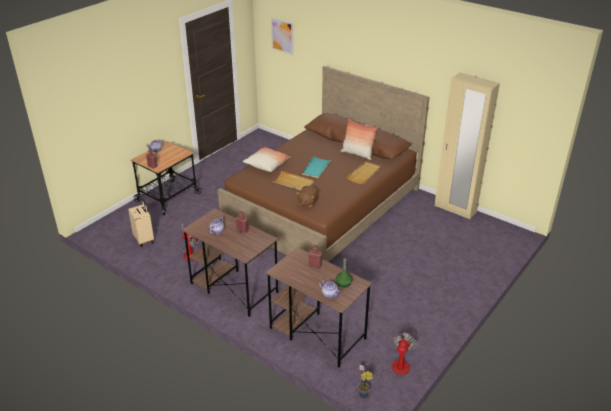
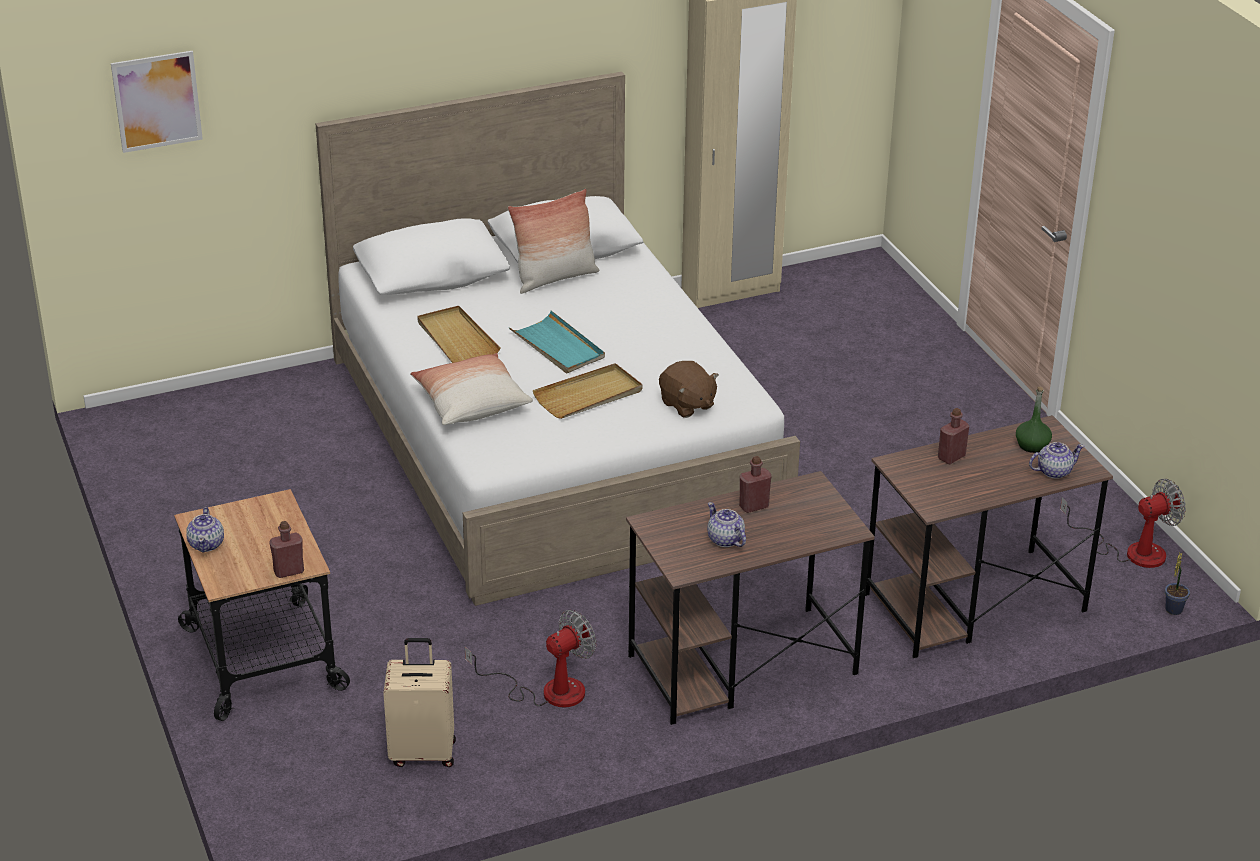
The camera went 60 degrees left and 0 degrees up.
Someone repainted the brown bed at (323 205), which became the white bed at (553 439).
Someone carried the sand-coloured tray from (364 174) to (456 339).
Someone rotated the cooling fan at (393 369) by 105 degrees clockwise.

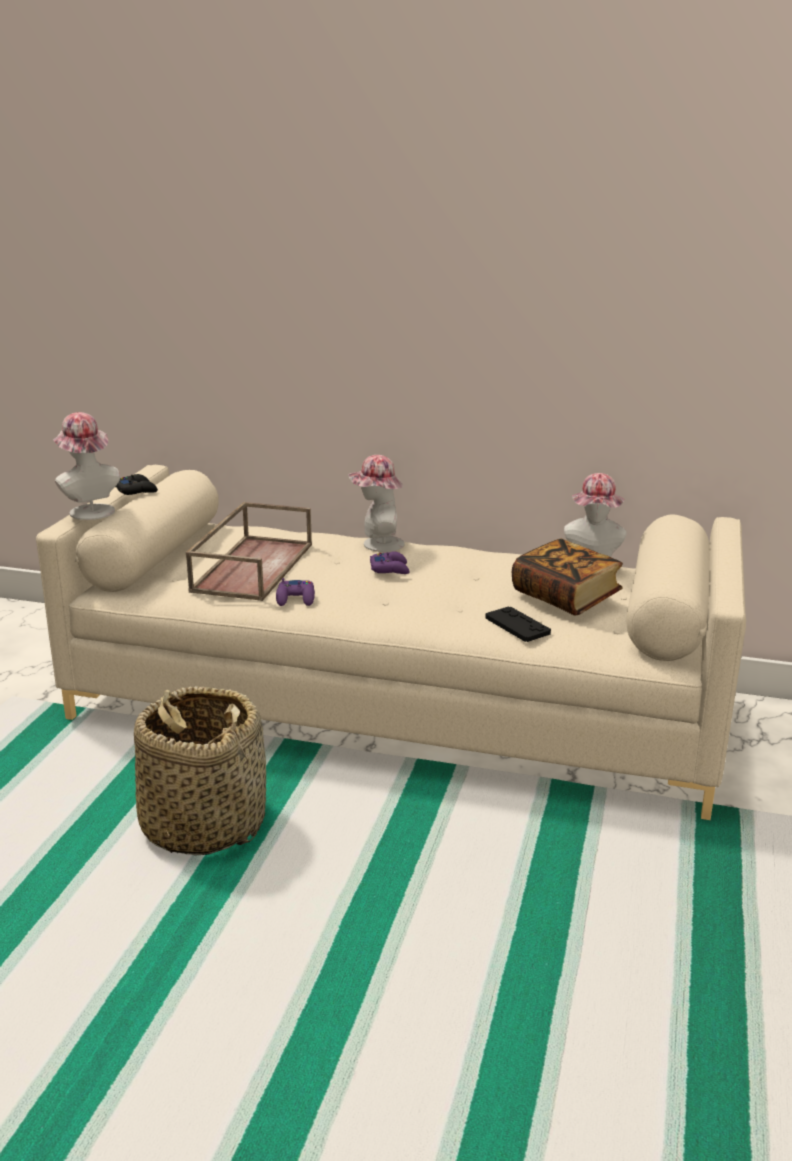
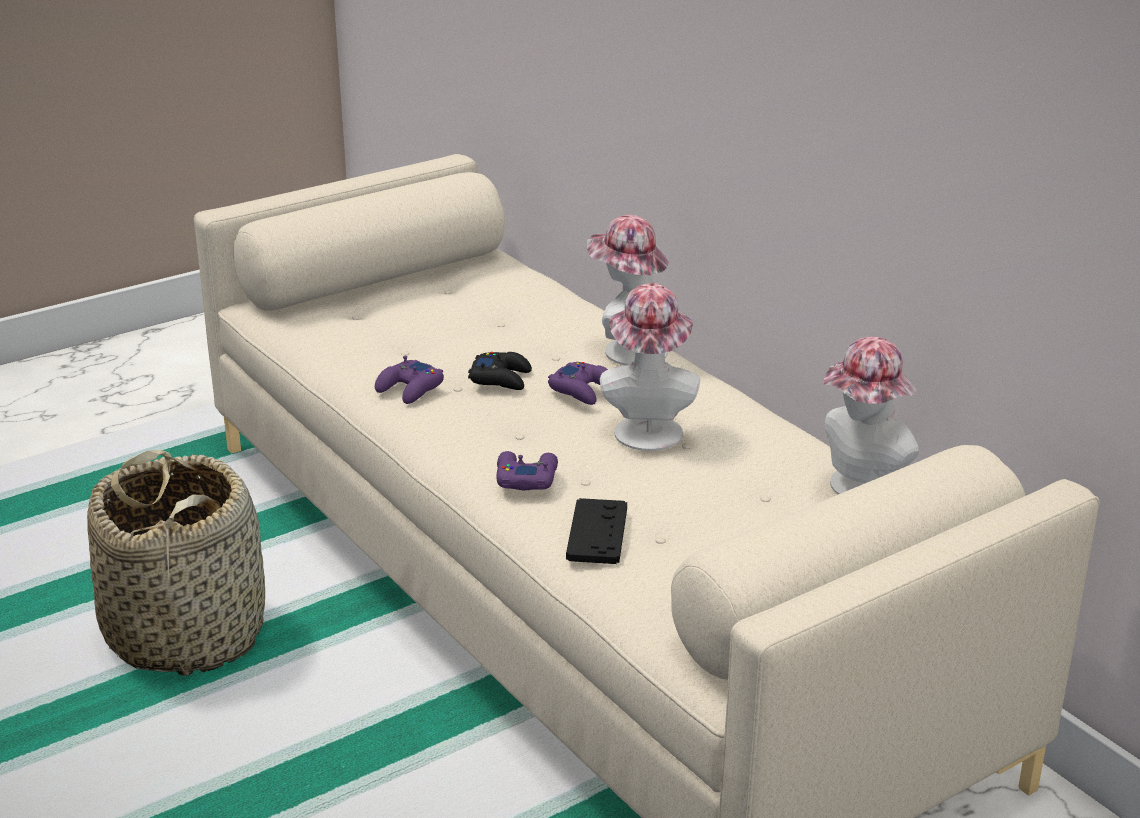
The camera went 40 degrees right and 5 degrees up.
Someone carried the clothing hat from (89 510) to (648 428).
Someone carried the blackish game controller from (136 490) to (501 378).
Someone took away the brown tray at (252 566).
Someone took away the volume at (565 597).
Someone put down the purplish game controller at (526 478).

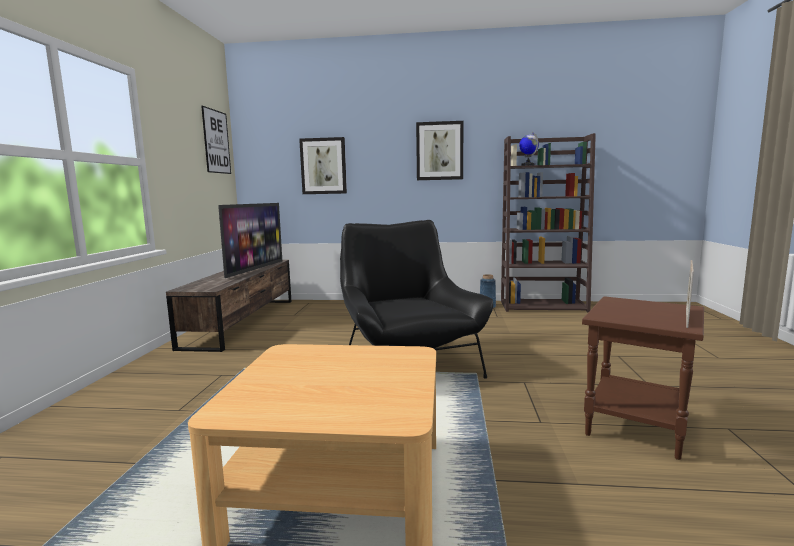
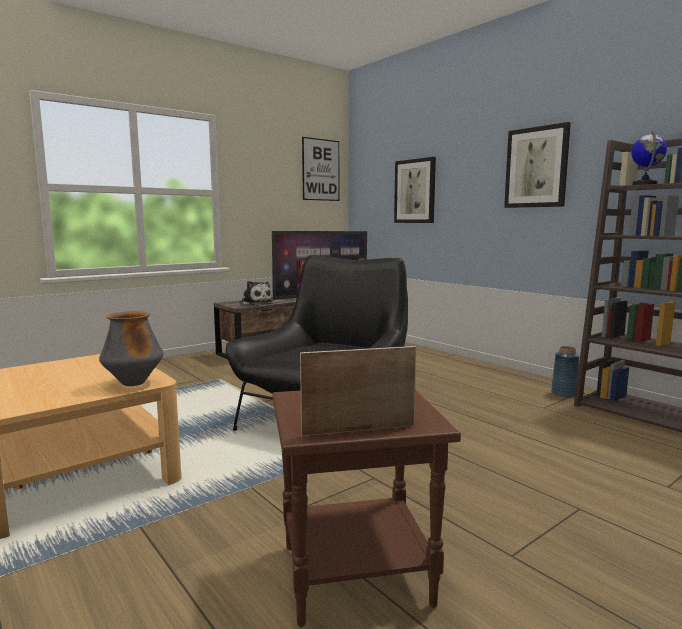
The camera went 45 degrees right and 0 degrees up.
Someone put down the soft toy at (254 303).
Someone put down the flower vase at (134 383).

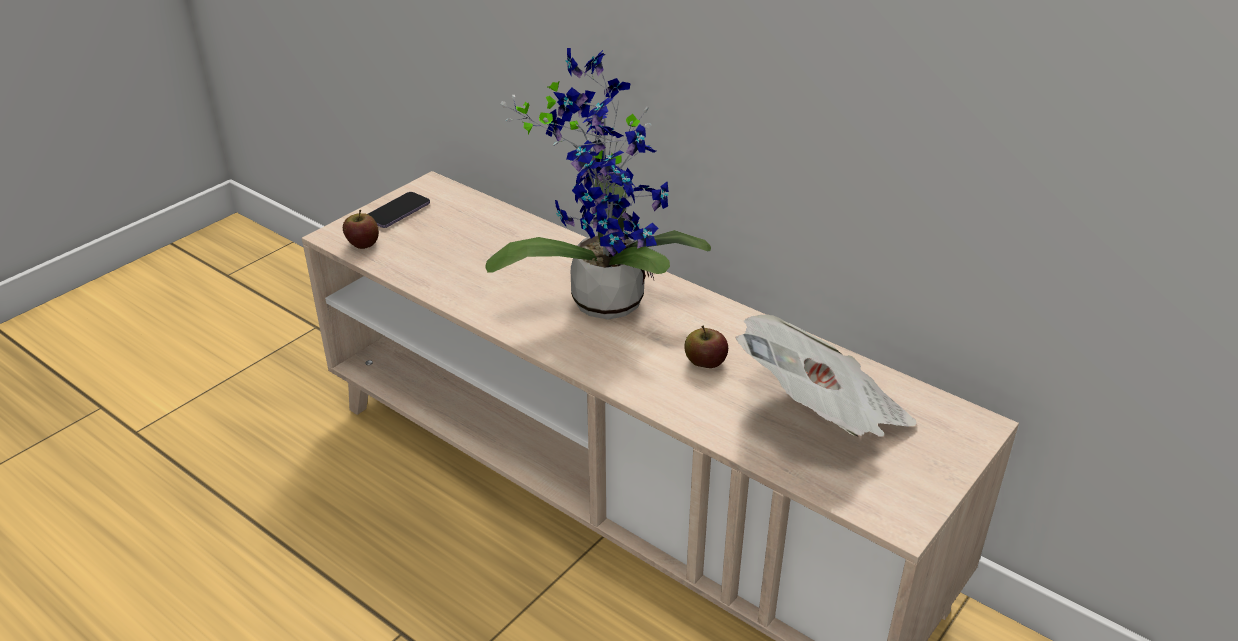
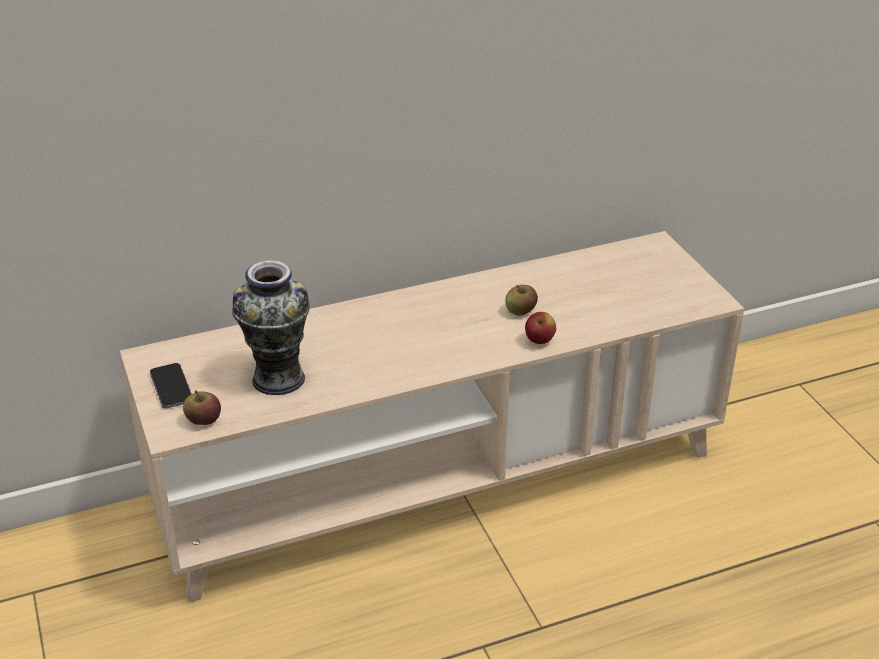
The camera went 60 degrees left and 0 degrees up.
Someone took away the potted plant at (603 296).
Someone took away the printed paper at (822 414).
Someone put down the flower vase at (278 379).
Someone put down the apple fruit at (539 341).

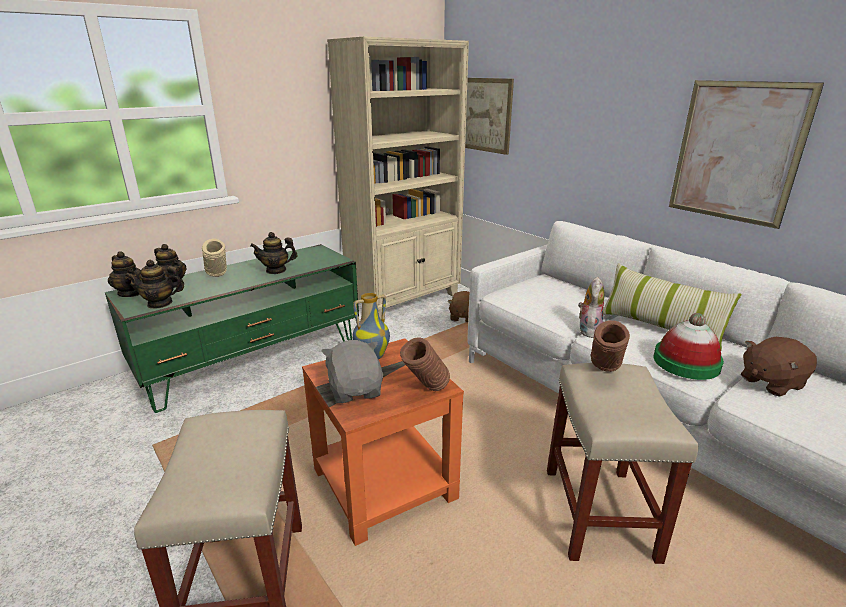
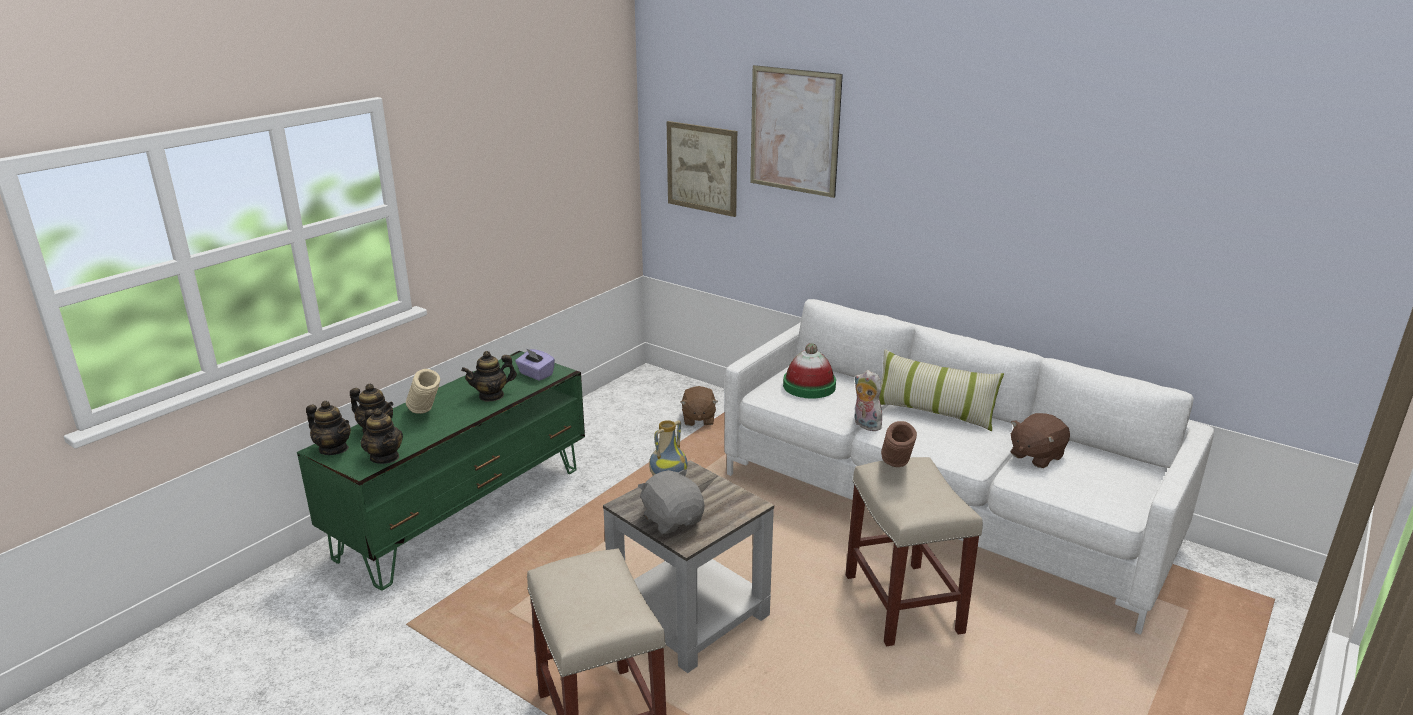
The camera went 15 degrees left and 0 degrees up.
Someone took away the sand-coloured shelving unit at (405 300).
Someone carried the wall picture from (736 152) to (794 131).
Someone rotated the teapot at (160 303) by 105 degrees counterclockwise.
Someone rotated the soft toy at (588 330) by 45 degrees counterclockwise.
Someone carried the clothing hat from (686 362) to (809 386).
Someone took away the brown flower vase at (426 391).
Someone repainted the orange-coloured side table at (383 486), which became the greyish side table at (689 617).
Someone put down the purplish tissue holder at (536 374).

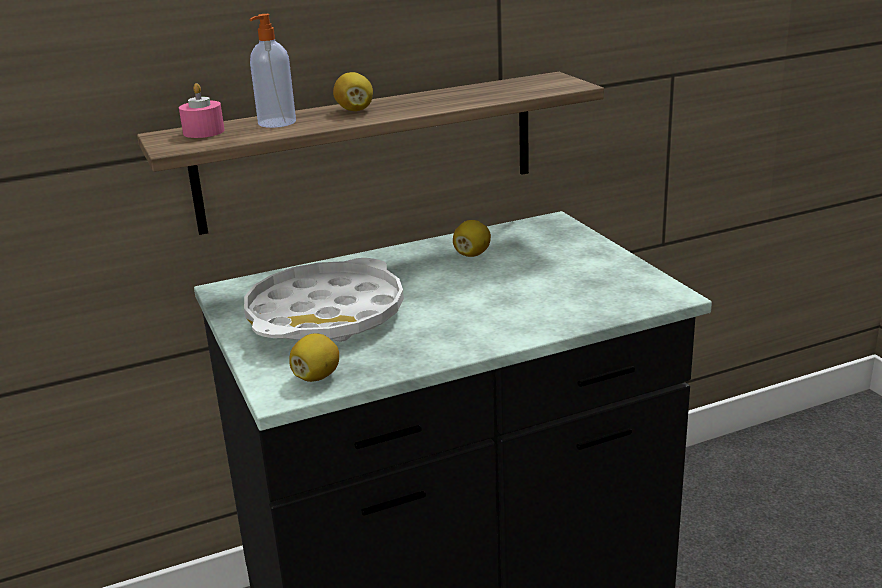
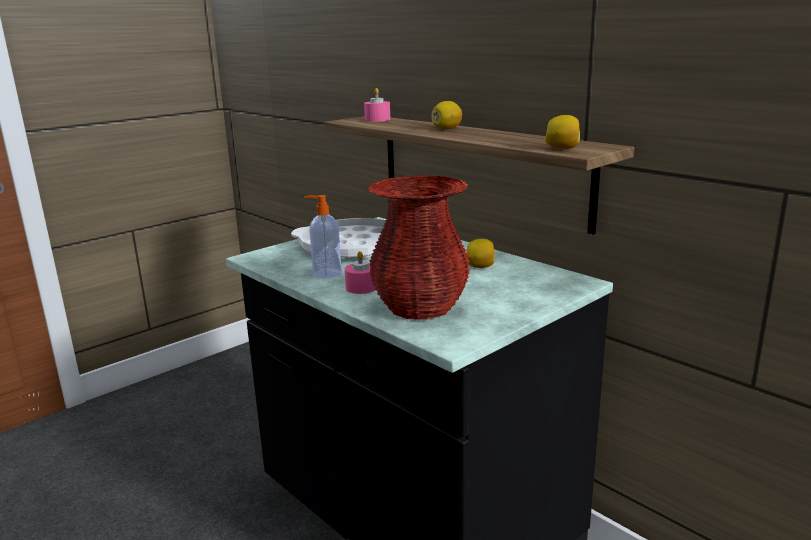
The camera went 70 degrees right and 5 degrees down.
Someone carried the soap bottle from (276 123) to (326 273).
Someone carried the whole lemon from (317 376) to (562 148).
Someone put down the reddish flower vase at (420 308).
Someone put down the pink-coloured candle at (361 287).

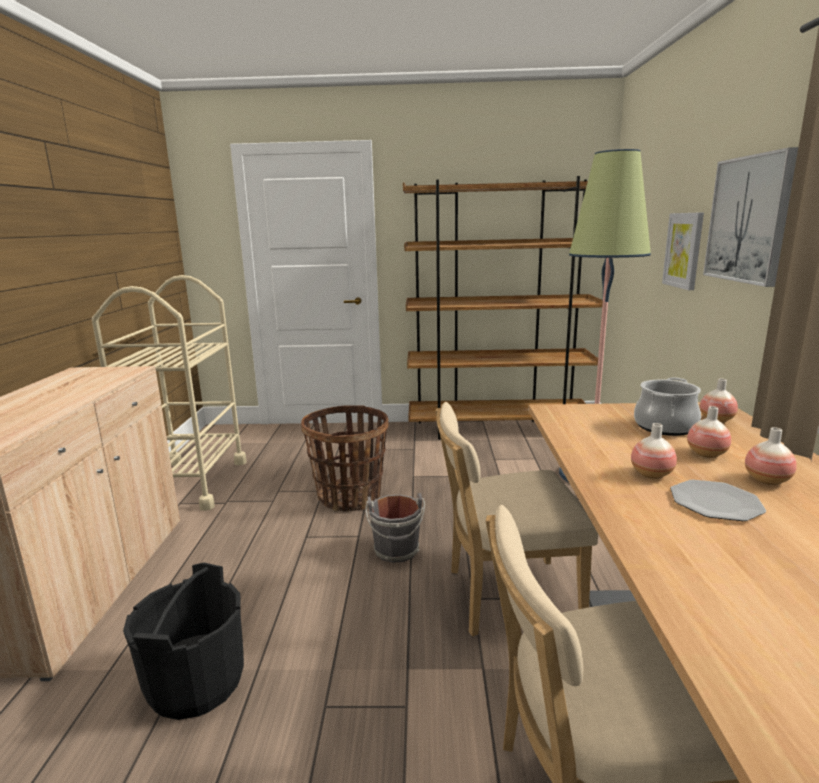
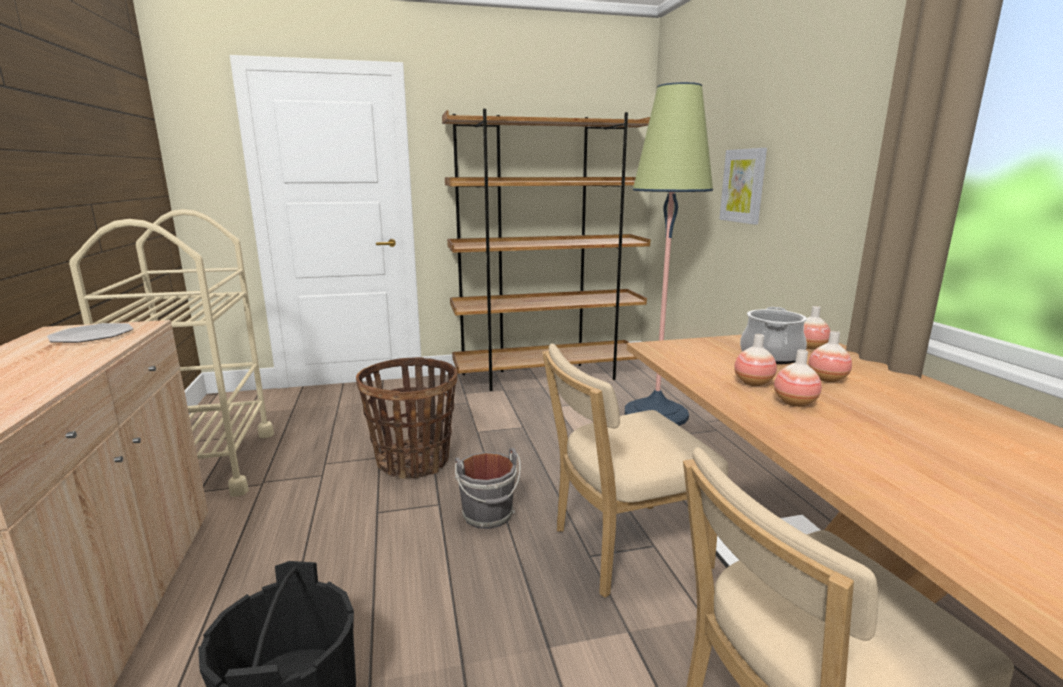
The camera went 15 degrees left and 0 degrees up.
Someone took away the wall picture at (749 219).
Someone carried the flower vase from (767 480) to (753 383).
Someone carried the dinner plate from (715 502) to (92 335).

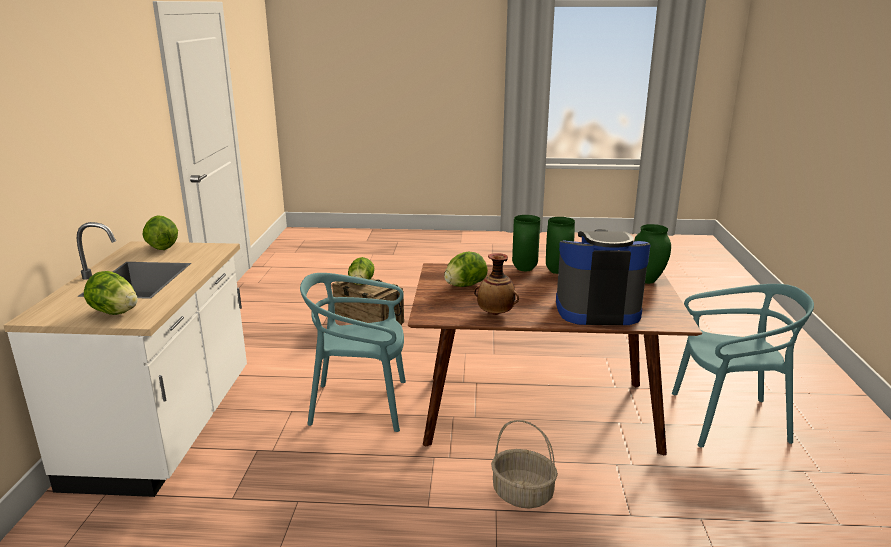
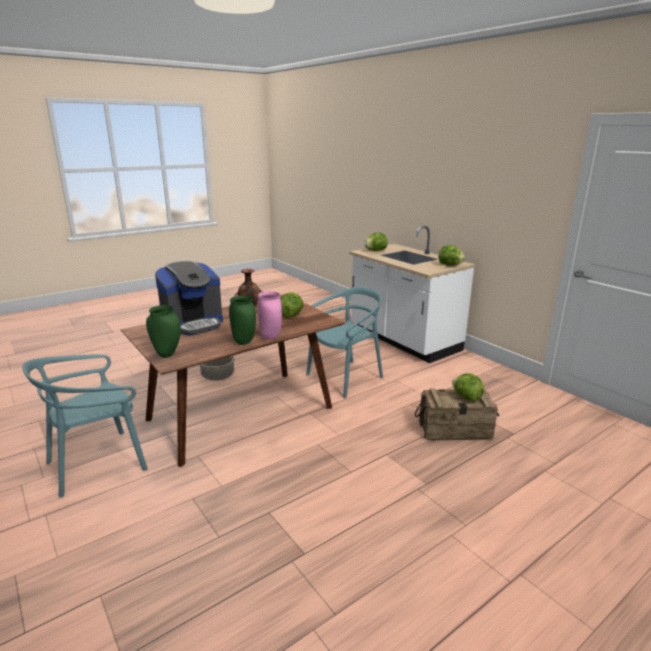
The camera went 140 degrees right and 0 degrees up.
Someone repainted the greenish flower vase at (525 269), which became the pink-coloured flower vase at (270 337).

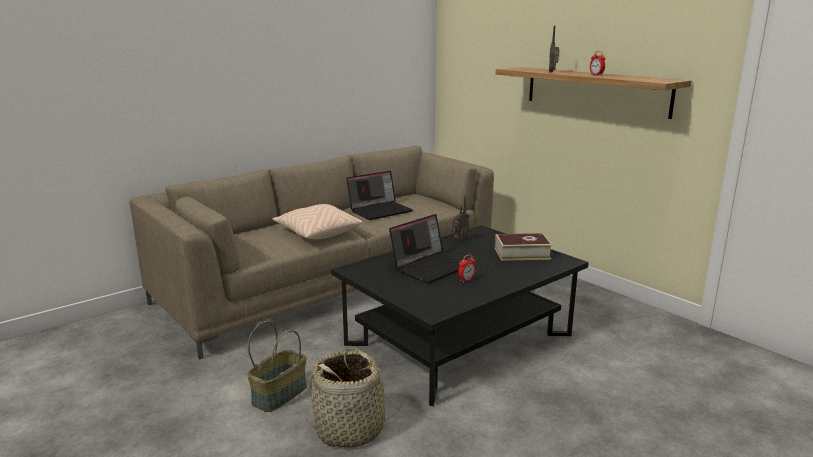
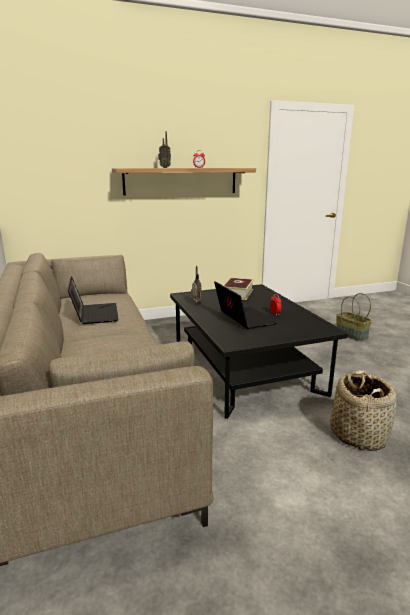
The camera went 70 degrees left and 0 degrees up.
Someone took away the sand-coloured cushion at (317 233).
Someone carried the basket from (279 394) to (351 335).

